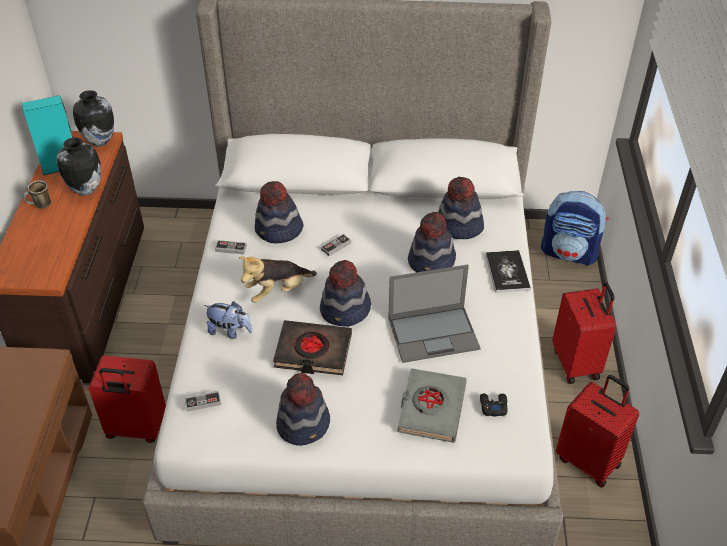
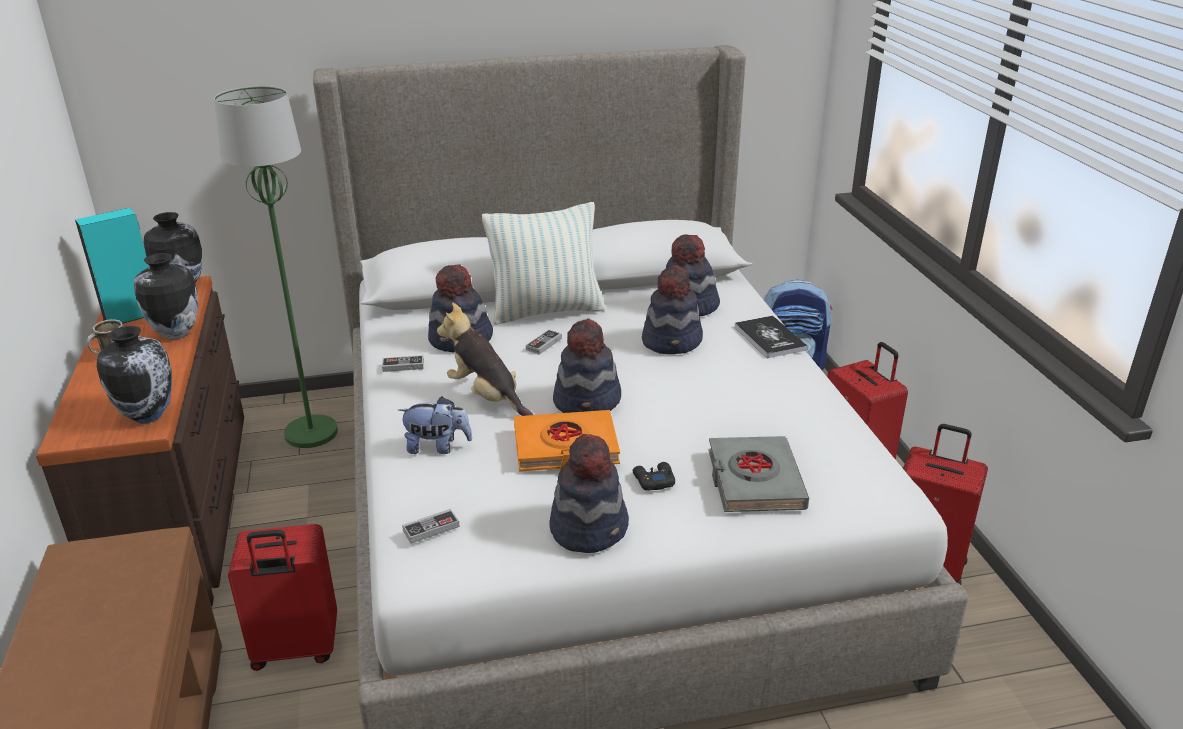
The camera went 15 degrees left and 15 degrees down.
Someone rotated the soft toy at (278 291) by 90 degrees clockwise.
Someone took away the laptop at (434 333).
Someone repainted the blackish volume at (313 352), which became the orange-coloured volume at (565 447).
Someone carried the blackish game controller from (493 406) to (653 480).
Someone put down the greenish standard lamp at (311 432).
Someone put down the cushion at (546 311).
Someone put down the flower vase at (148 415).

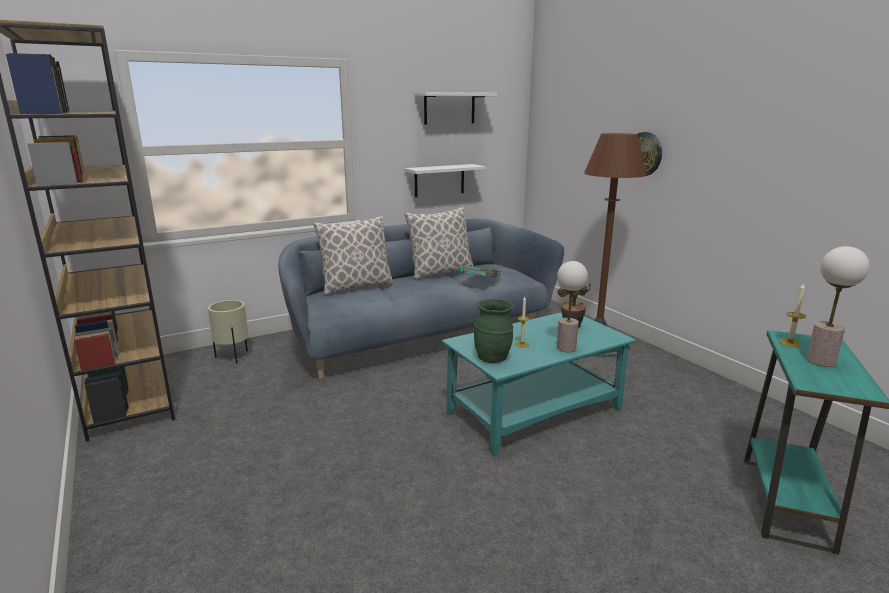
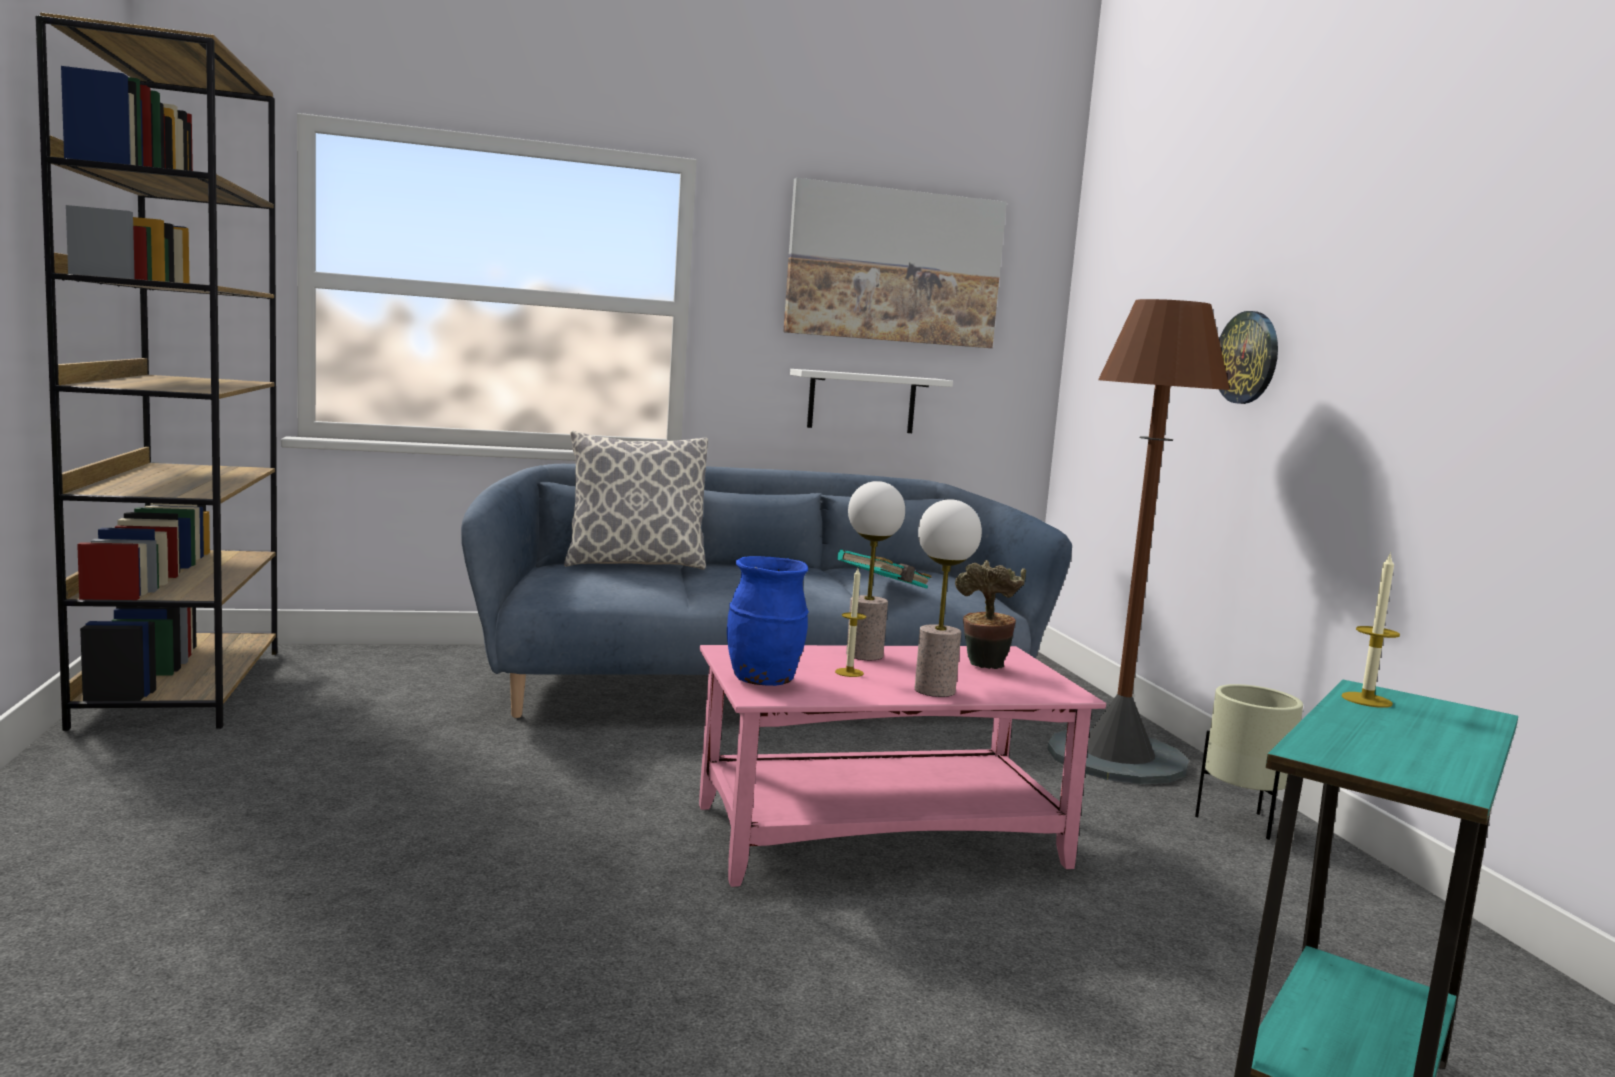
The camera went 15 degrees right and 10 degrees down.
Someone swapped the white bracket shelf at (449 108) for the wall picture at (894 266).
Someone took away the cushion at (440 272).
Someone carried the table lamp from (820 361) to (864 655).
Someone repainted the greenish flower vase at (493 359), which became the blue-coloured flower vase at (764 681).
Someone carried the sand-coloured flower pot from (233 357) to (1241 824).
Someone repainted the turquoise-coloured low table at (535 411), which became the pink-coloured low table at (882 835).

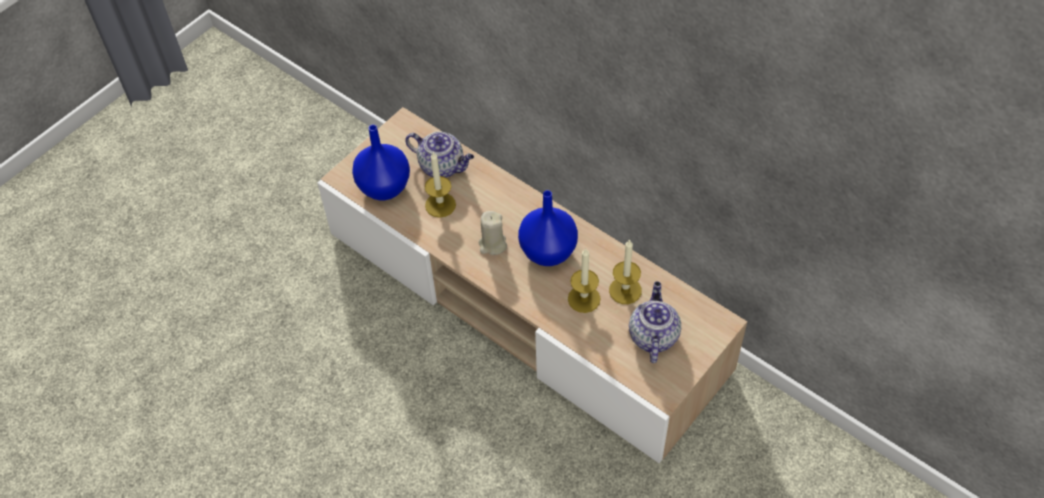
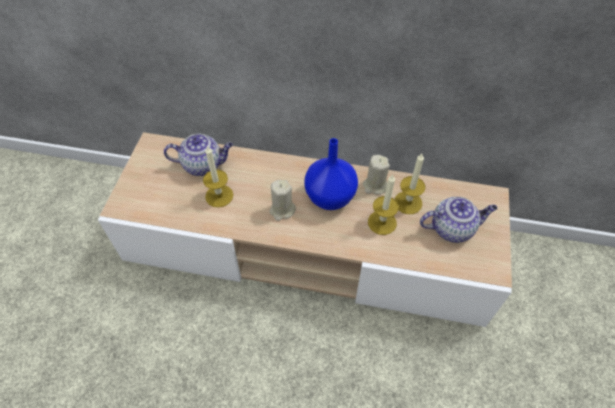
The camera went 30 degrees left and 0 degrees up.
Someone took away the blue-coloured flower vase at (385 187).
Someone rotated the teapot at (653 335) by 105 degrees clockwise.
Someone put down the sand-coloured candle at (375 185).

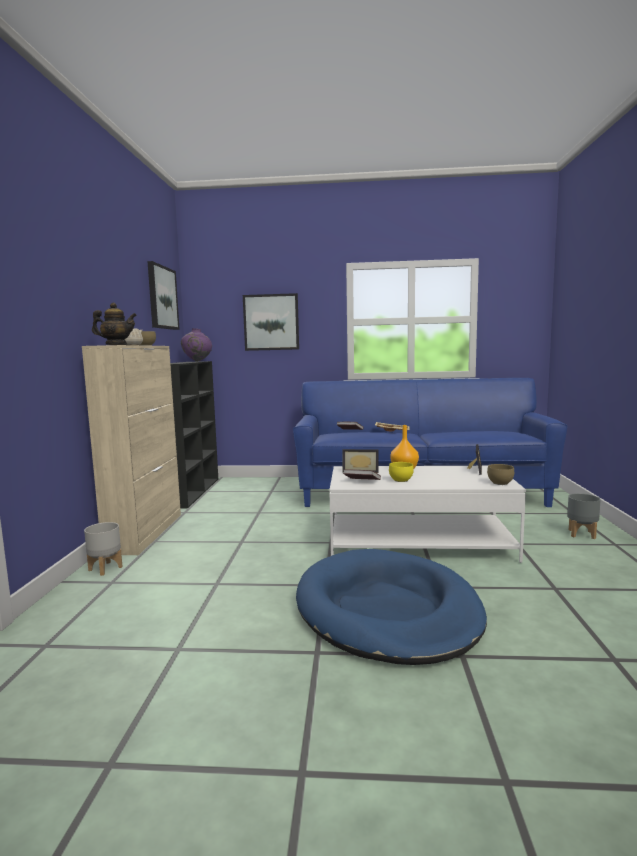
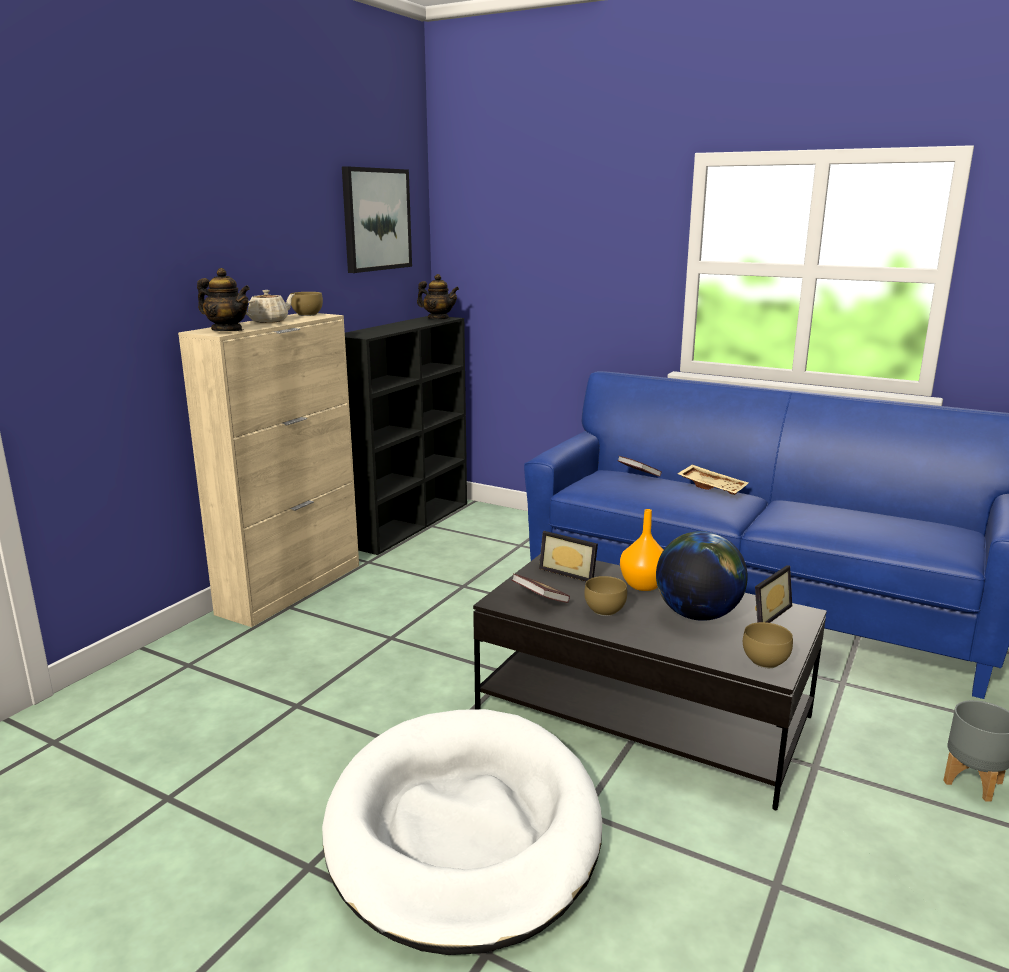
The camera went 25 degrees right and 10 degrees up.
Someone took away the wall picture at (271 322).
Someone swapped the purplish flower vase at (197 361) for the teapot at (438 319).
Someone repainted the yellowish bowl at (401 480), which became the brown bowl at (605 611).
Someone repainted the white low table at (419 542), which became the blackish low table at (643 713).
Someone took away the greyish flower pot at (105 568).
Someone repainted the blue-coloured pet bed at (387 610), which became the white pet bed at (463 830).
Someone put down the desk globe at (697 614).

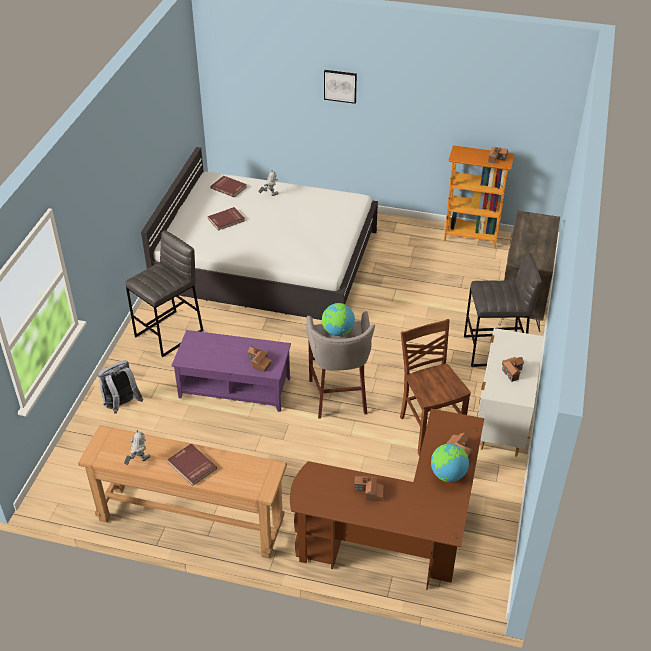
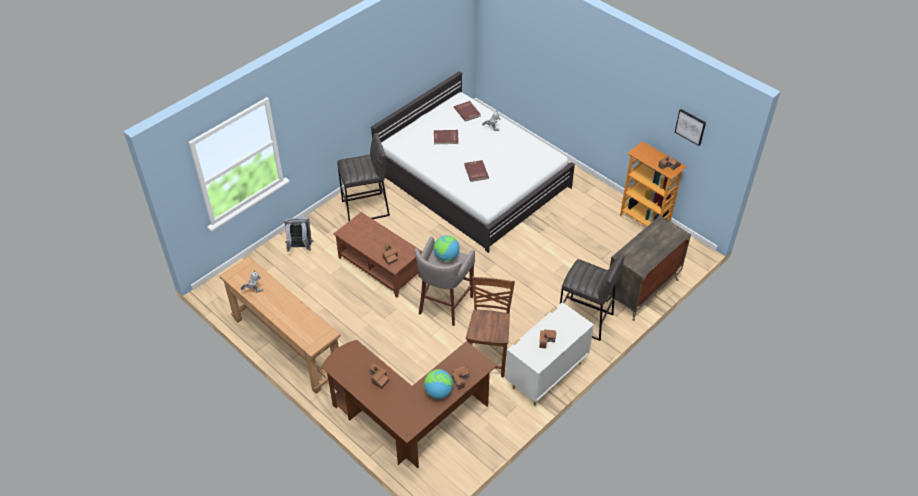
The camera went 30 degrees right and 5 degrees up.
Someone carried the wall picture from (340 86) to (690 126).
Someone repainted the purplish low table at (235 387), which became the brown low table at (380 267).
Someone carried the reddish volume from (191 466) to (475 172).

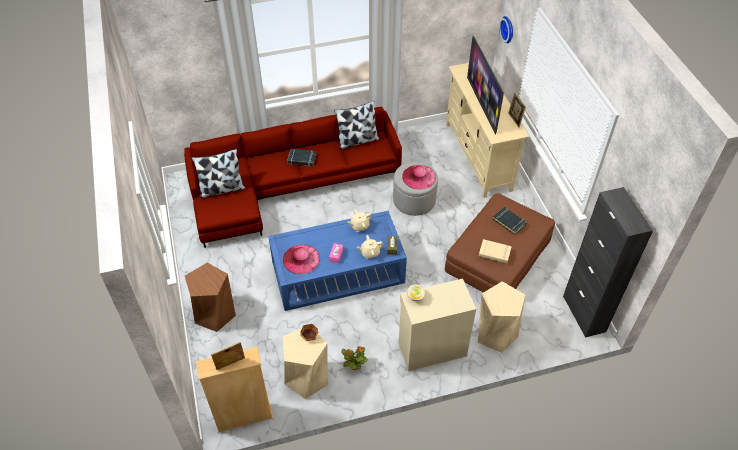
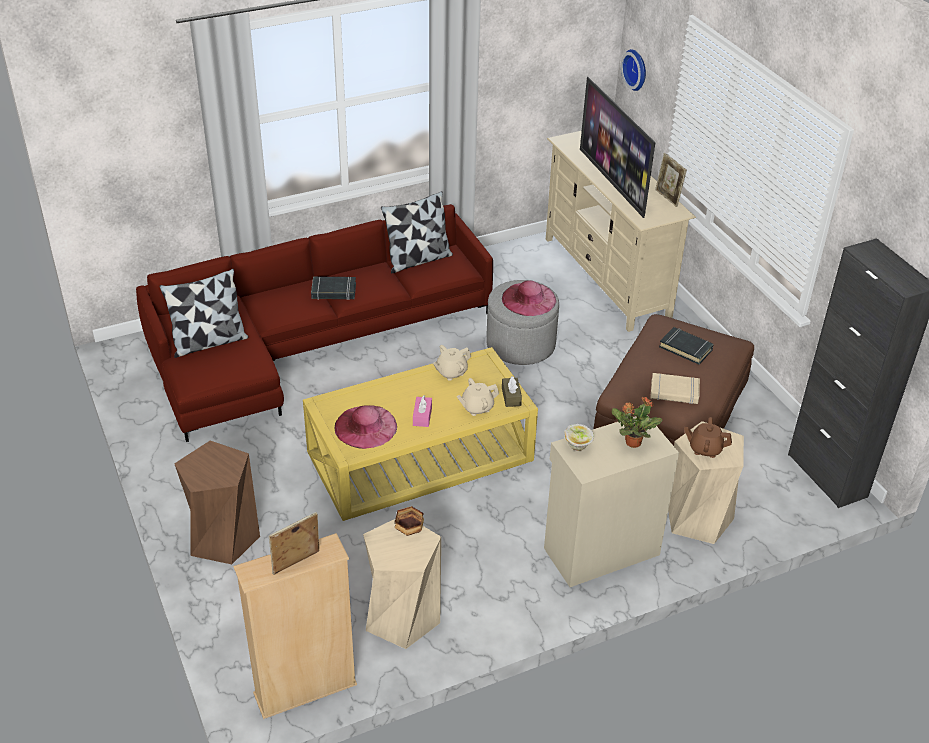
The camera went 10 degrees left and 10 degrees down.
Someone repainted the blue-coloured low table at (337 272), which became the yellowish low table at (420 455).
Someone carried the potted plant from (354 366) to (632 442).
Someone put down the brown teapot at (705 449).

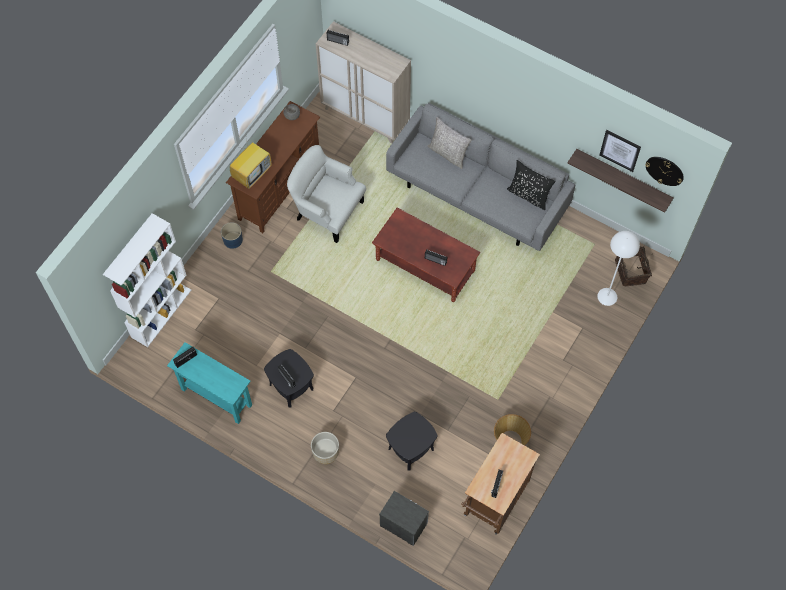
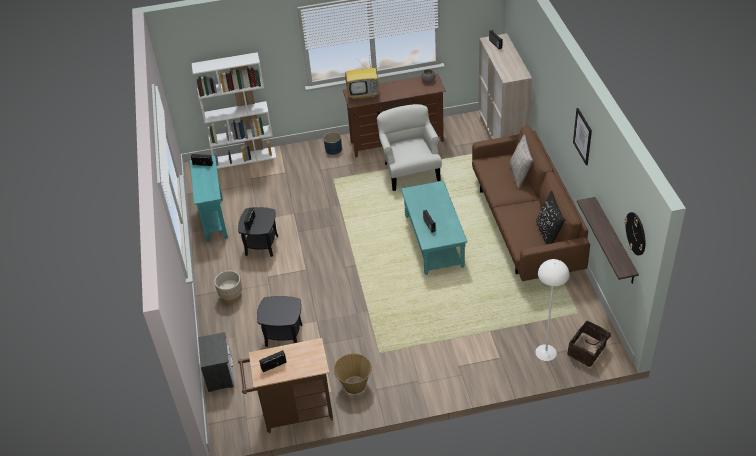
The camera went 50 degrees right and 20 degrees down.
Someone repainted the greyish settee at (476 194), which became the brown settee at (524 225).
Someone carried the wall picture from (620 150) to (583 136).
Someone repainted the brown low table at (425 266), which became the turquoise-coloured low table at (434 241).

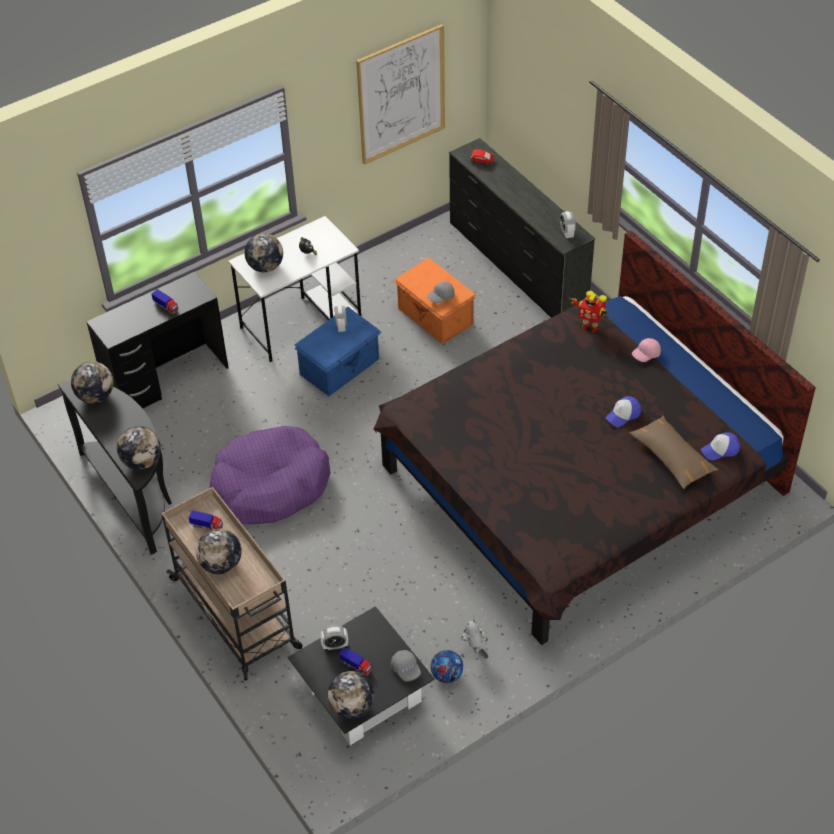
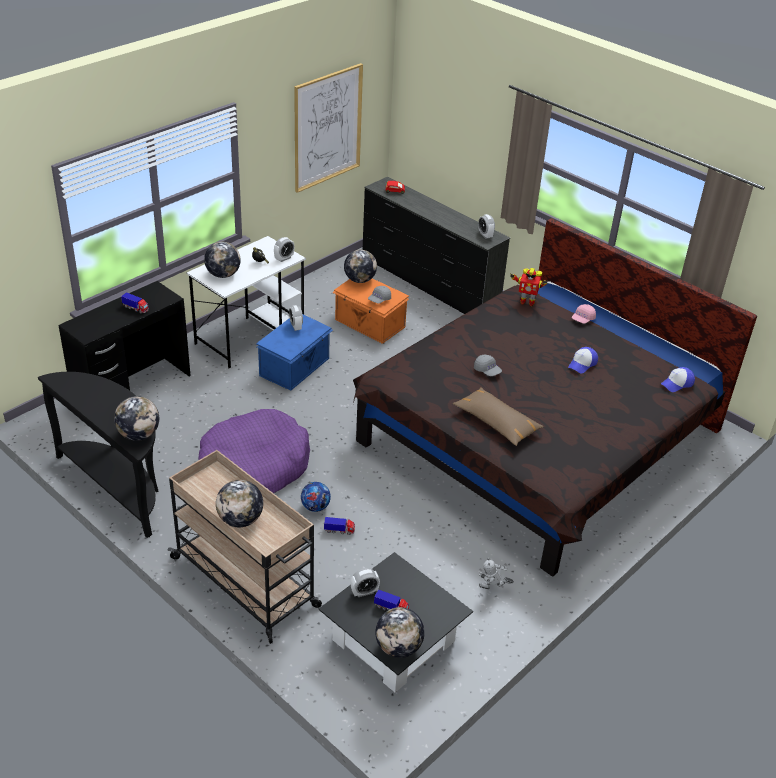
The camera went 15 degrees left and 10 degrees down.
Someone carried the desk globe from (95 396) to (359 280).
Someone carried the brown cushion from (672 457) to (496 422).
Someone carried the toy truck from (207 526) to (339 531).
Someone rotated the toy robot at (475 652) by 45 degrees counterclockwise.
Someone carried the greyish peaked cap from (406 669) to (487 371).
Someone carried the ball for football from (447 675) to (315 507).
Someone put down the bedside clock at (284 258).

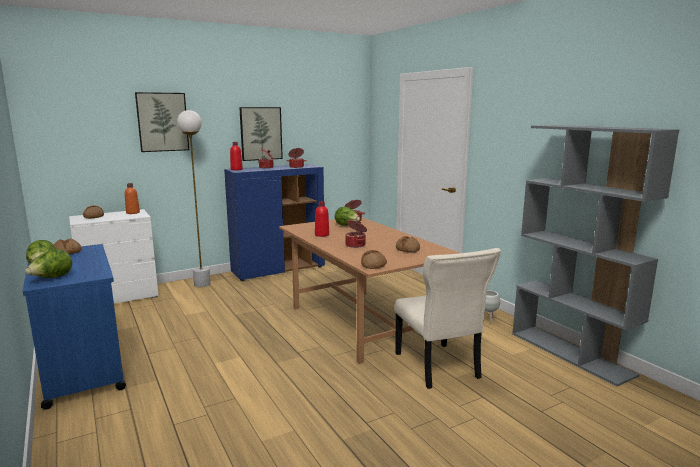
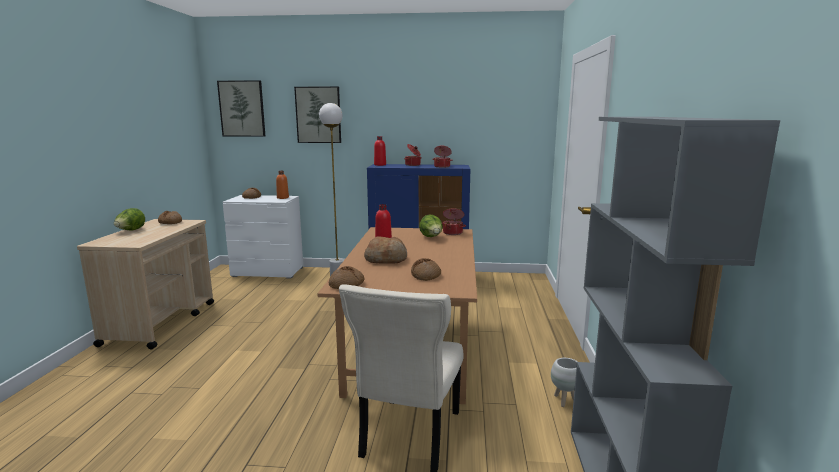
The camera went 35 degrees right and 0 degrees up.
Someone carried the wall picture from (261 133) to (242 108).
Someone swapped the cooking pot at (356 245) for the bread at (386 259).
Someone repainted the blue-coloured cart at (83 368), which became the sand-coloured cart at (161 322).
Someone took away the lettuce head at (52 278).

